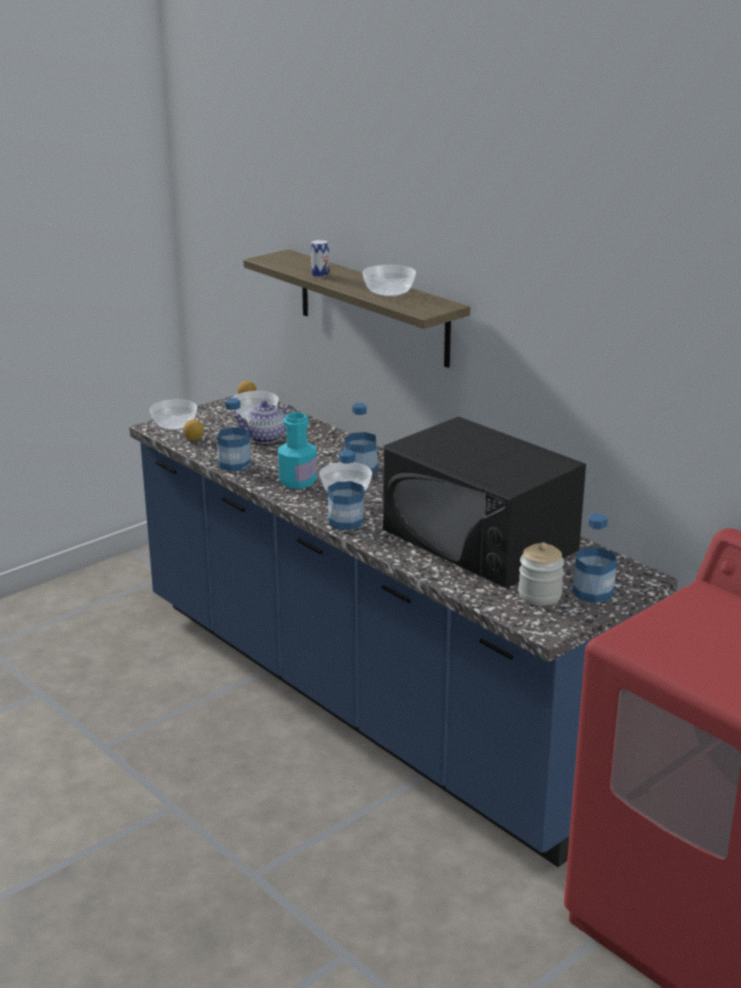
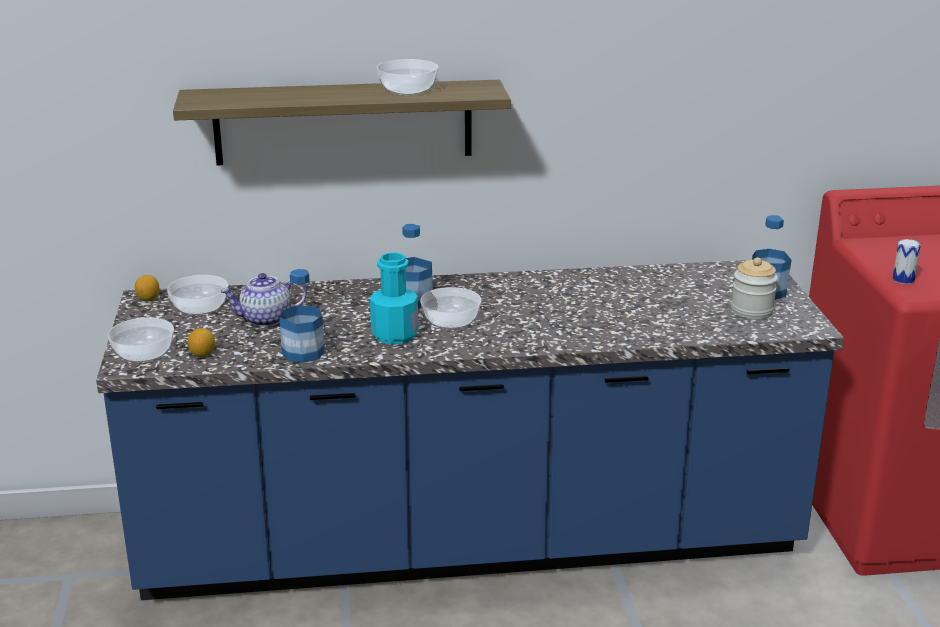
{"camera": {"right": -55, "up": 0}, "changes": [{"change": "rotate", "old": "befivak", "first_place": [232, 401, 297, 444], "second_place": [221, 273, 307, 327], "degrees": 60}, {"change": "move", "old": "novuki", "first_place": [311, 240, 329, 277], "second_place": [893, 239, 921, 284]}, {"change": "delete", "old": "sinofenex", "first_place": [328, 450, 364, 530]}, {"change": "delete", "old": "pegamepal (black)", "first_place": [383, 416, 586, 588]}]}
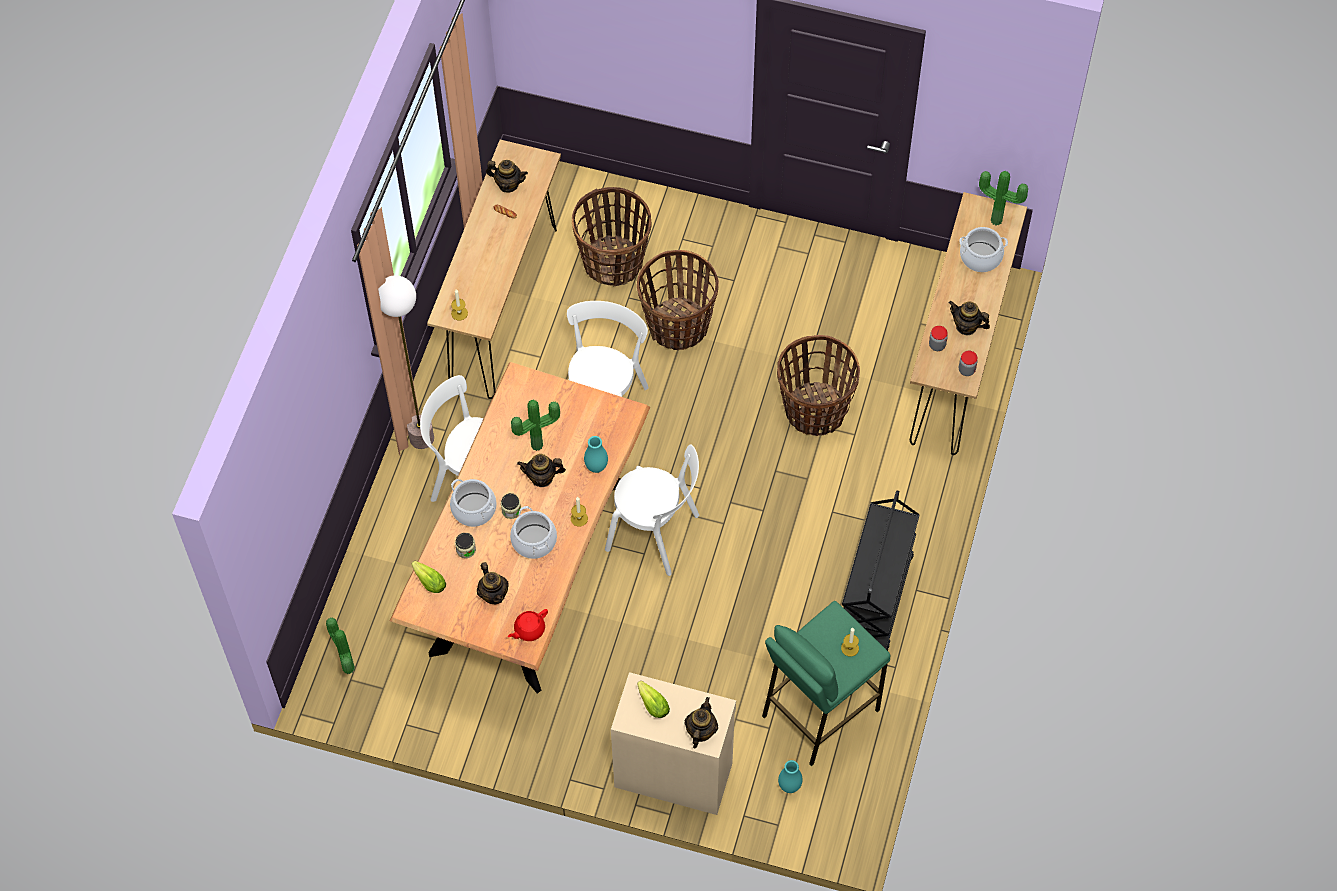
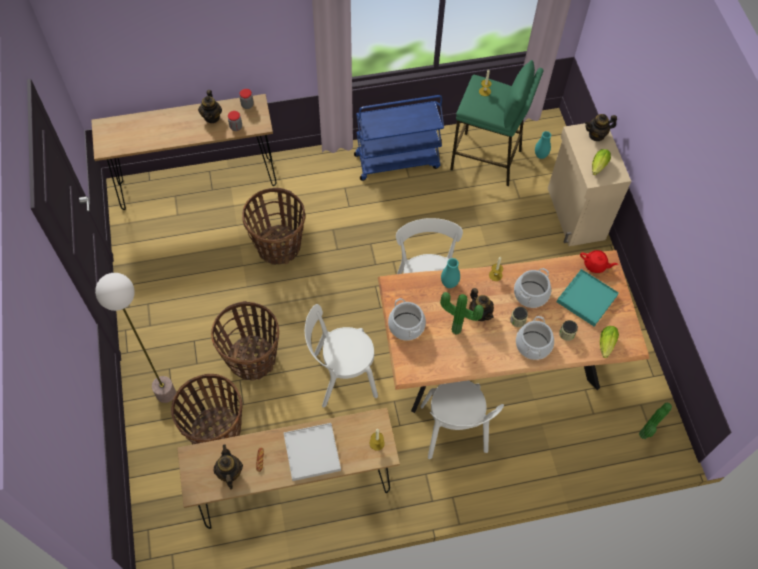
{"camera": {"right": -120, "up": 0}, "changes": [{"change": "move", "old": "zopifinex", "first_place": [378, 275, 434, 449], "second_place": [95, 273, 176, 403]}, {"change": "replace", "old": "befivak", "new": "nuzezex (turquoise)", "first_place": [477, 562, 509, 604], "second_place": [557, 269, 619, 326]}, {"change": "recolor", "old": "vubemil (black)", "new": "vubemil (blue)", "first_place": [842, 490, 920, 651], "second_place": [354, 95, 444, 181]}, {"change": "move", "old": "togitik", "first_place": [959, 227, 1008, 272], "second_place": [388, 298, 426, 341]}, {"change": "delete", "old": "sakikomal", "first_place": [979, 171, 1028, 225]}, {"change": "insert", "new": "nuzezex (white)", "second_place": [284, 423, 341, 481]}]}
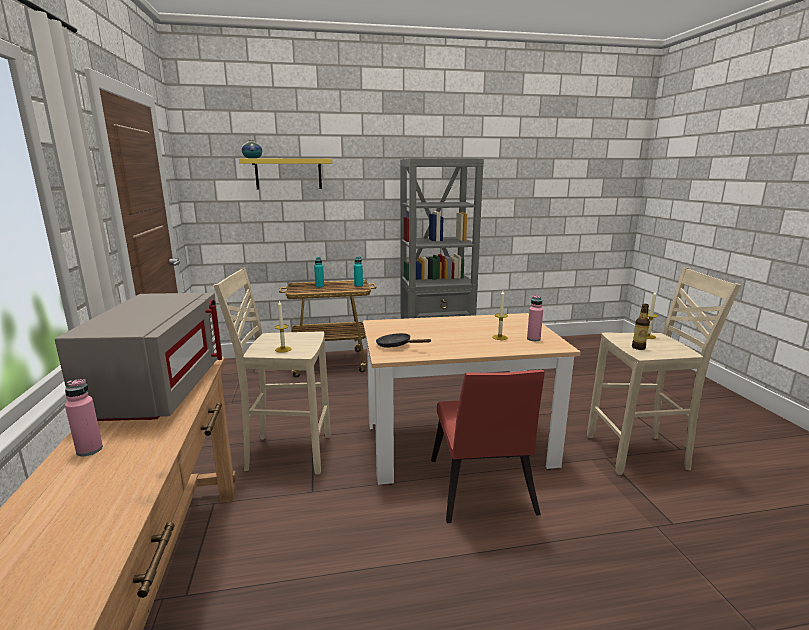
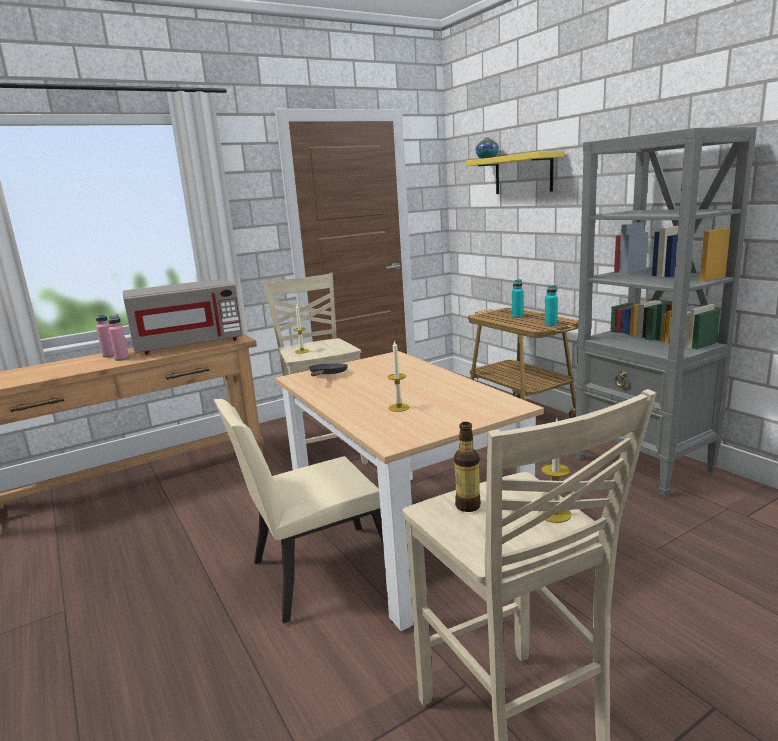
{"camera": {"right": 70, "up": 0}, "changes": [{"change": "recolor", "old": "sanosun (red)", "new": "sanosun (beige)", "first_place": [431, 369, 545, 523], "second_place": [214, 399, 383, 624]}, {"change": "move", "old": "sinofenex (pink)", "first_place": [527, 295, 543, 341], "second_place": [108, 314, 129, 361]}]}
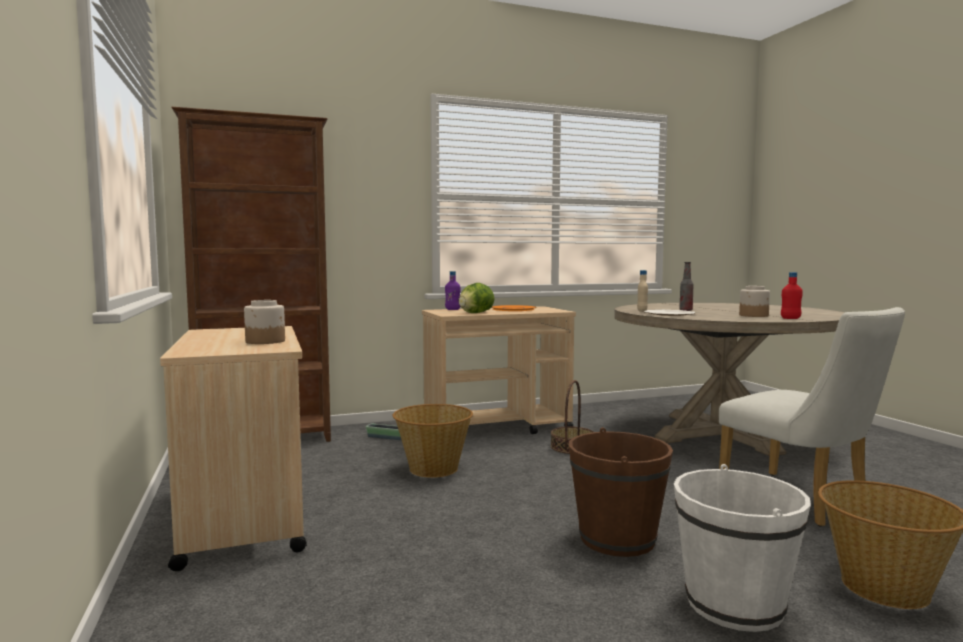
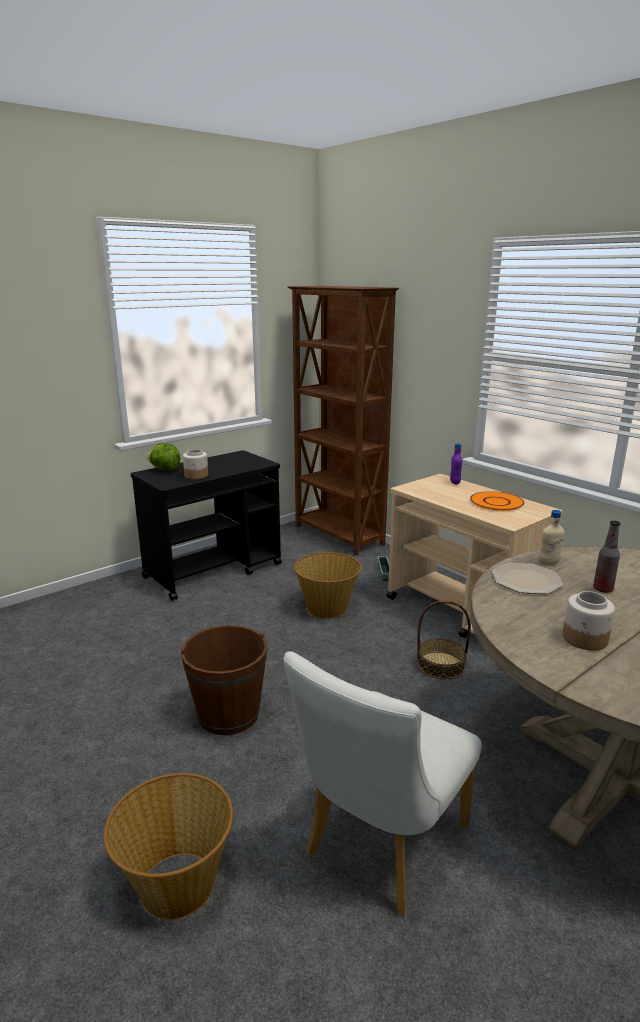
{"camera": {"right": 70, "up": 15}, "changes": [{"change": "recolor", "old": "vubemil (beige)", "new": "vubemil (black)", "first_place": [160, 326, 307, 571], "second_place": [130, 450, 282, 601]}, {"change": "move", "old": "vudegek", "first_place": [459, 283, 494, 313], "second_place": [147, 443, 181, 470]}, {"change": "delete", "old": "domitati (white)", "first_place": [674, 464, 811, 632]}, {"change": "delete", "old": "sinofenex (red)", "first_place": [781, 272, 803, 319]}]}
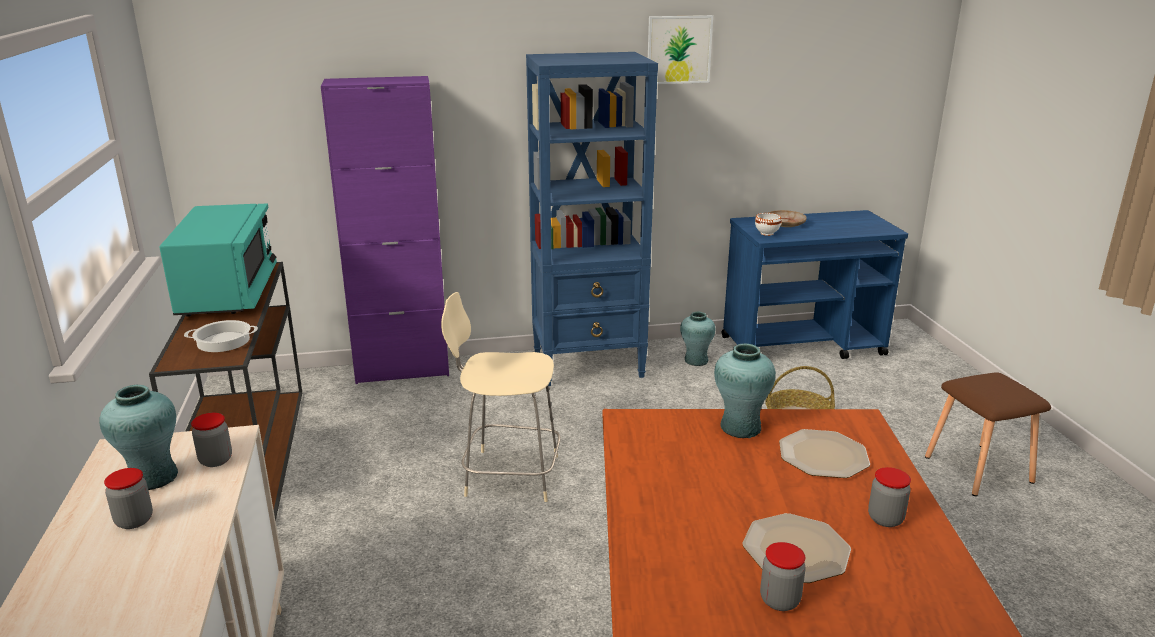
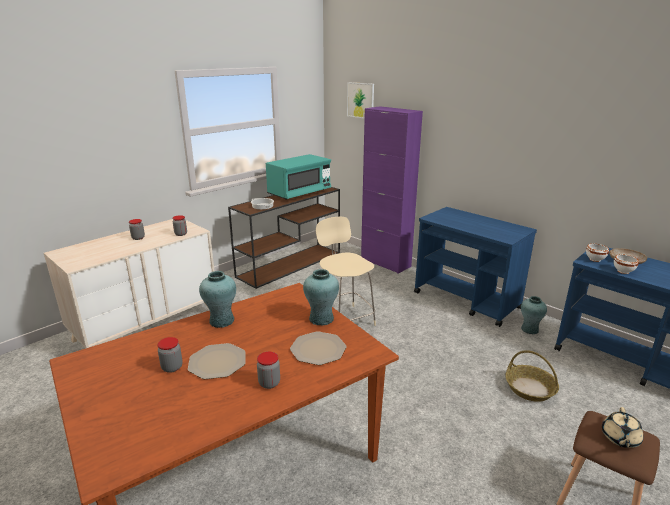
{"camera": {"right": 55, "up": 0}, "changes": [{"change": "move", "old": "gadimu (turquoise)", "first_place": [99, 385, 178, 490], "second_place": [199, 271, 236, 328]}, {"change": "replace", "old": "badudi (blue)", "new": "vubemil (blue)", "first_place": [526, 52, 658, 386], "second_place": [414, 207, 537, 327]}, {"change": "move", "old": "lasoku", "first_place": [648, 15, 713, 84], "second_place": [347, 82, 374, 119]}, {"change": "insert", "new": "befivak (beige)", "second_place": [602, 407, 643, 448]}, {"change": "insert", "new": "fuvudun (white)", "second_place": [614, 254, 639, 274]}]}
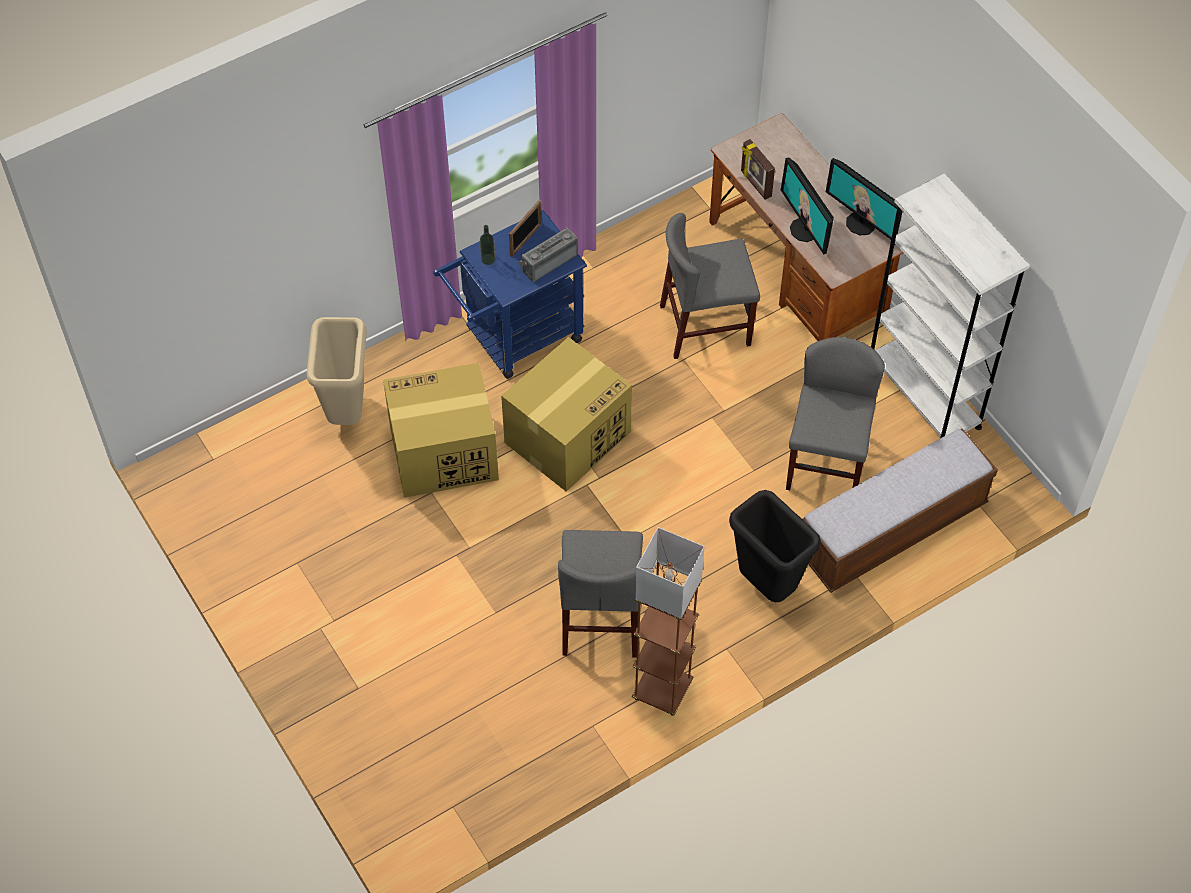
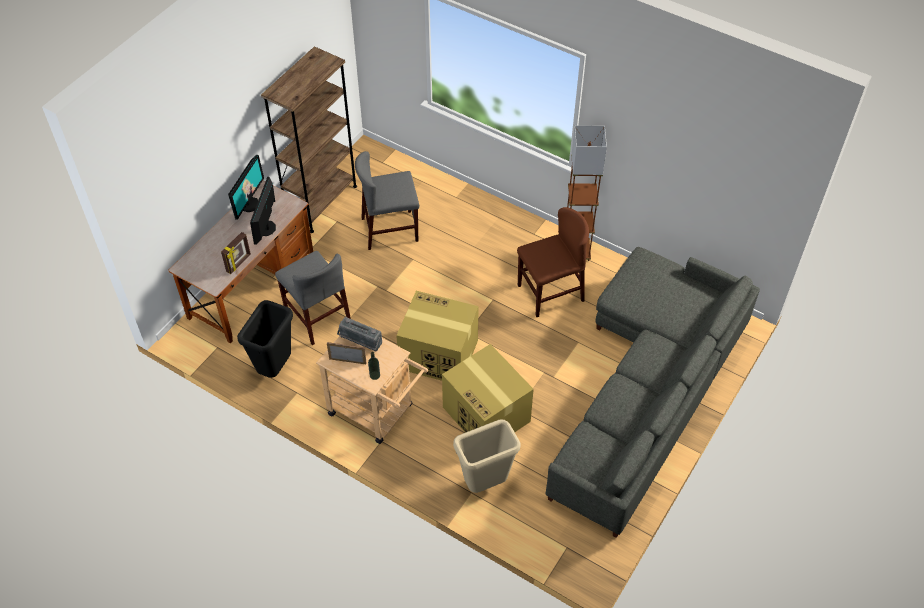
{"camera": {"right": -115, "up": -5}, "changes": [{"change": "recolor", "old": "vubemil (blue)", "new": "vubemil (beige)", "first_place": [433, 210, 587, 379], "second_place": [316, 336, 428, 444]}, {"change": "recolor", "old": "sanosun (grey)", "new": "sanosun (brown)", "first_place": [558, 530, 643, 658], "second_place": [517, 207, 589, 317]}, {"change": "move", "old": "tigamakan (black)", "first_place": [729, 490, 821, 602], "second_place": [237, 300, 293, 378]}, {"change": "rotate", "old": "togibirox", "first_place": [781, 157, 834, 254], "second_place": [250, 177, 276, 245], "degrees": 150}, {"change": "delete", "old": "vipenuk", "first_place": [803, 429, 998, 593]}, {"change": "recolor", "old": "badudi (white)", "new": "badudi (brown)", "first_place": [871, 173, 1030, 438], "second_place": [261, 46, 357, 233]}, {"change": "insert", "new": "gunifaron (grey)", "second_place": [545, 247, 760, 538]}]}
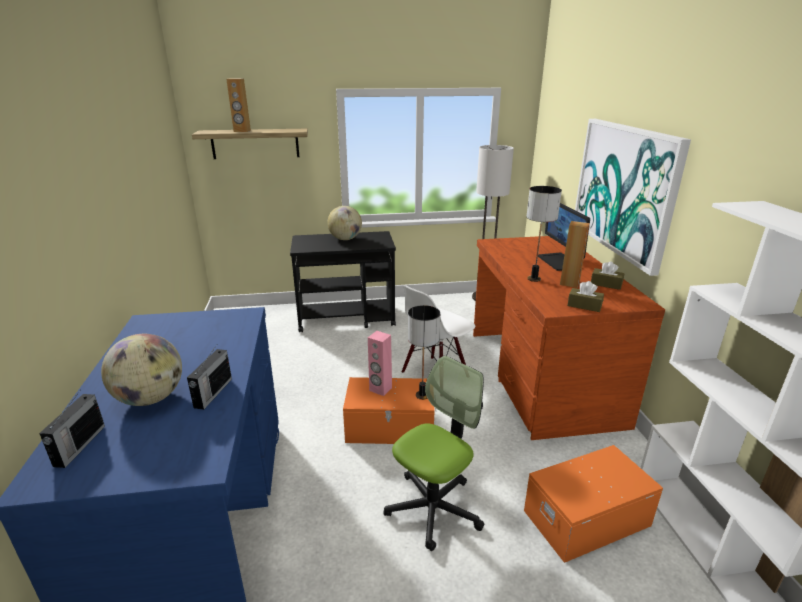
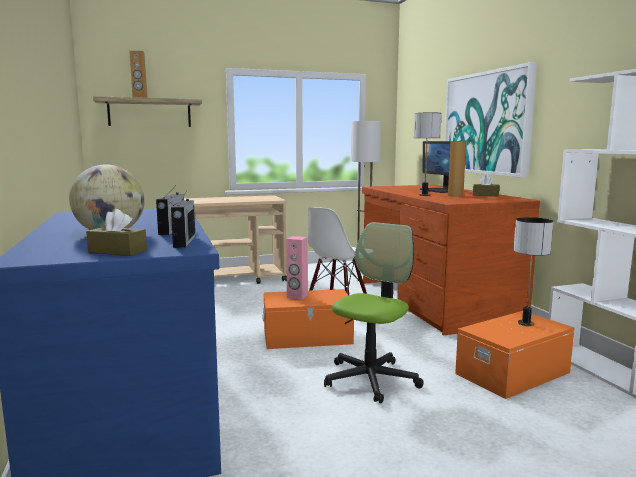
{"camera": {"right": -10, "up": -15}, "changes": [{"change": "move", "old": "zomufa", "first_place": [39, 389, 105, 468], "second_place": [171, 190, 195, 248]}, {"change": "recolor", "old": "vubemil (black)", "new": "vubemil (beige)", "first_place": [290, 231, 396, 333], "second_place": [184, 195, 287, 284]}, {"change": "delete", "old": "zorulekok", "first_place": [327, 206, 362, 240]}, {"change": "move", "old": "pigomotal", "first_place": [408, 305, 440, 400], "second_place": [514, 217, 553, 326]}, {"change": "move", "old": "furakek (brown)", "first_place": [567, 281, 604, 312], "second_place": [86, 209, 147, 256]}]}
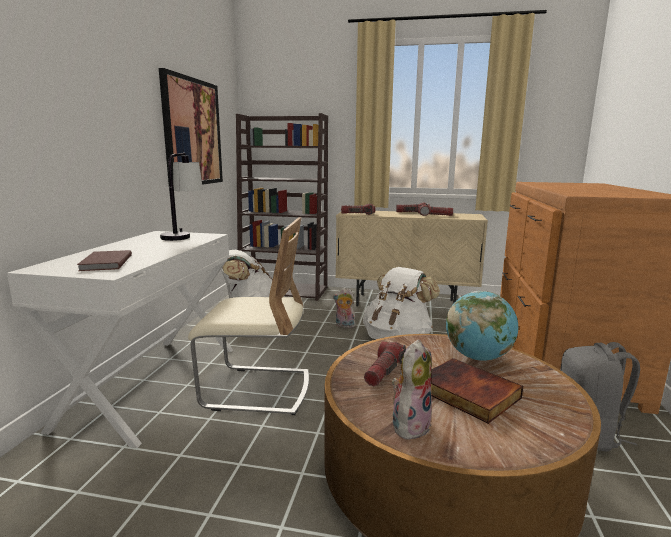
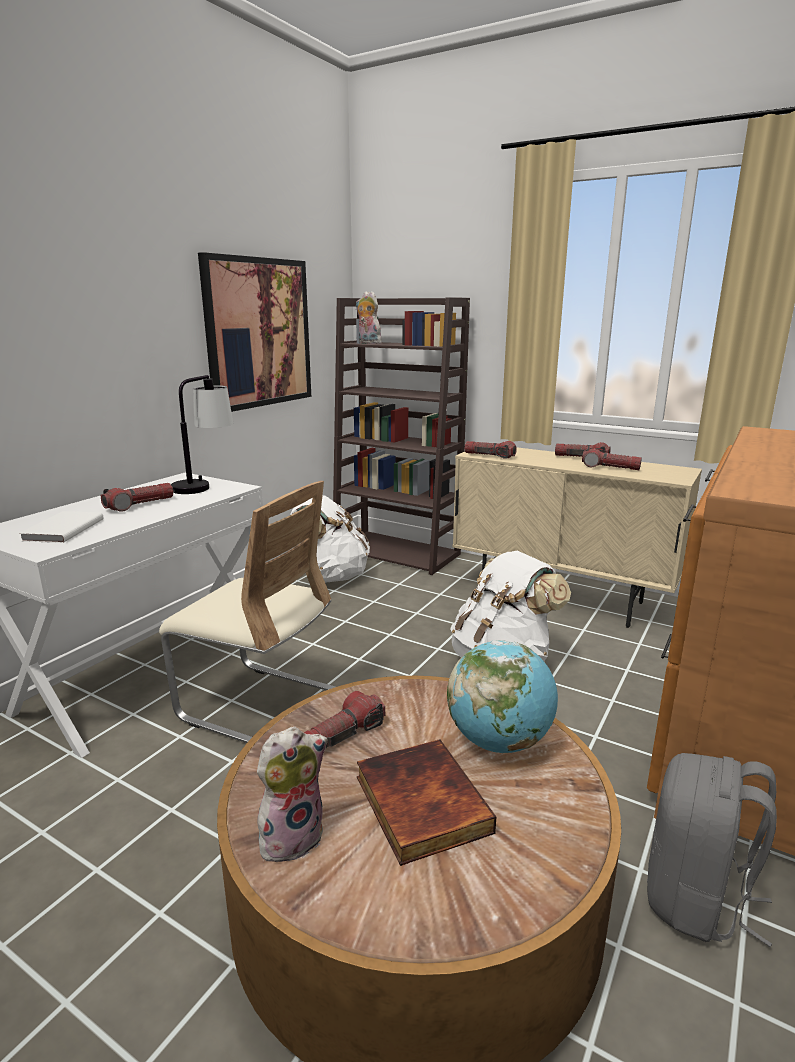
{"camera": {"right": 20, "up": 5}, "changes": [{"change": "recolor", "old": "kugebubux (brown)", "new": "kugebubux (white)", "first_place": [77, 250, 132, 271], "second_place": [19, 511, 104, 543]}, {"change": "move", "old": "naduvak", "first_place": [333, 288, 357, 328], "second_place": [356, 291, 381, 344]}, {"change": "insert", "new": "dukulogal", "second_place": [101, 483, 173, 512]}]}
